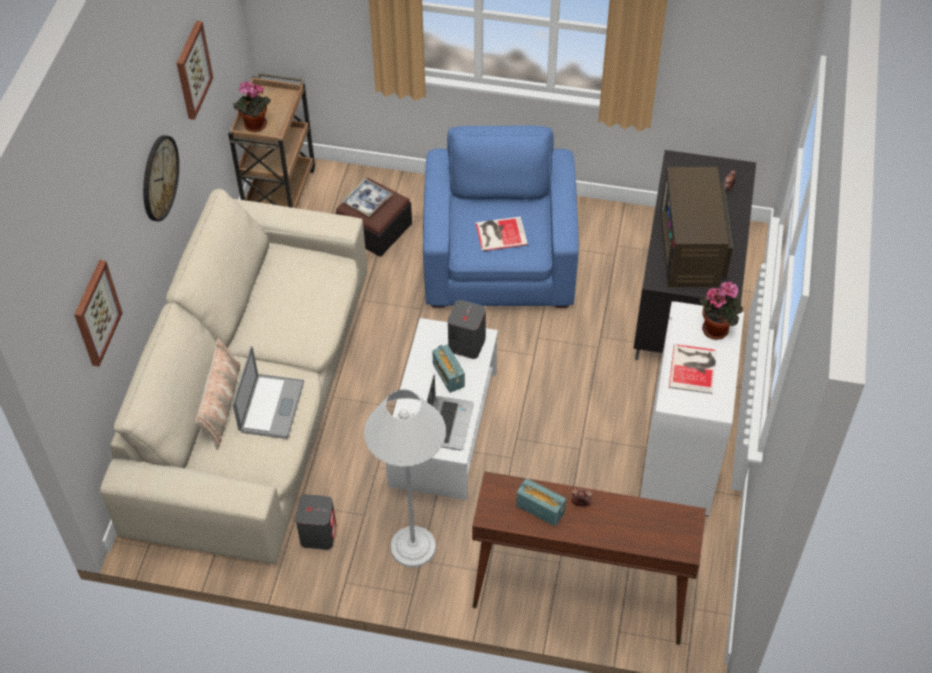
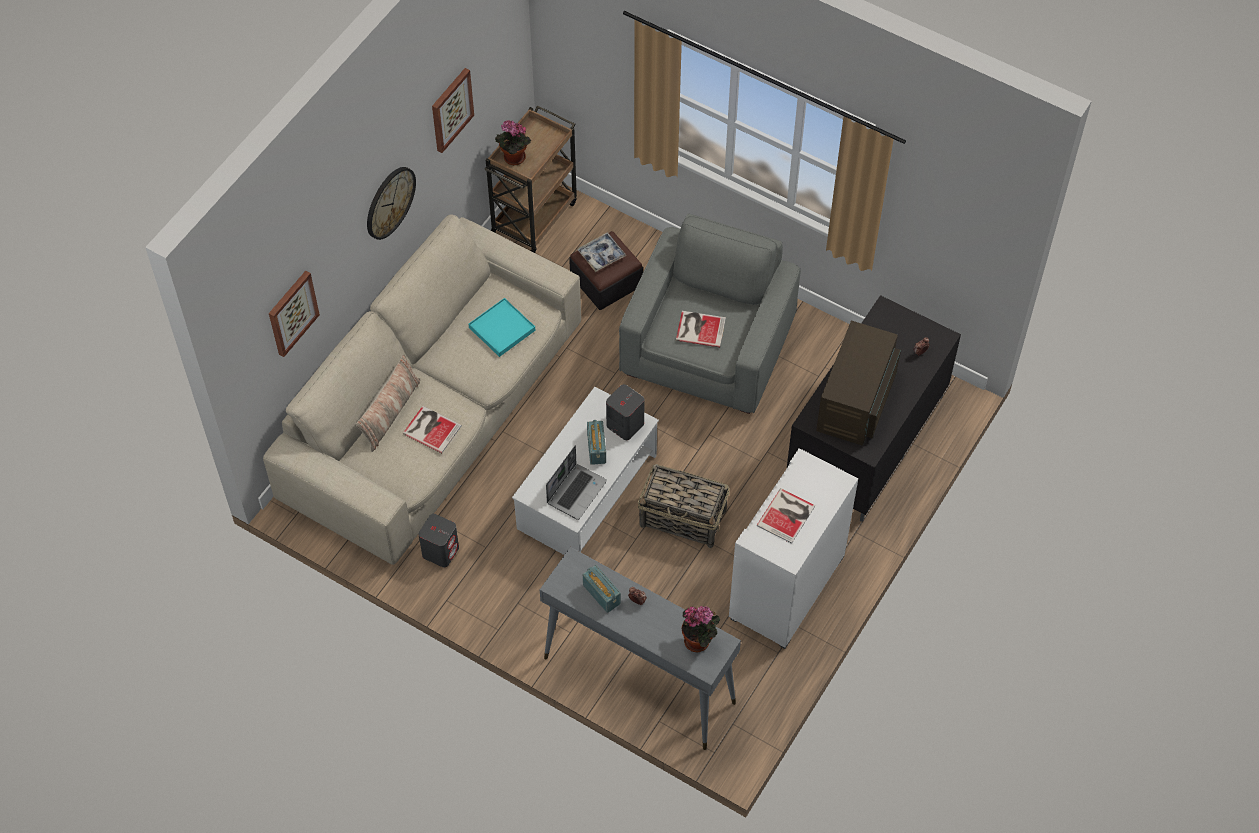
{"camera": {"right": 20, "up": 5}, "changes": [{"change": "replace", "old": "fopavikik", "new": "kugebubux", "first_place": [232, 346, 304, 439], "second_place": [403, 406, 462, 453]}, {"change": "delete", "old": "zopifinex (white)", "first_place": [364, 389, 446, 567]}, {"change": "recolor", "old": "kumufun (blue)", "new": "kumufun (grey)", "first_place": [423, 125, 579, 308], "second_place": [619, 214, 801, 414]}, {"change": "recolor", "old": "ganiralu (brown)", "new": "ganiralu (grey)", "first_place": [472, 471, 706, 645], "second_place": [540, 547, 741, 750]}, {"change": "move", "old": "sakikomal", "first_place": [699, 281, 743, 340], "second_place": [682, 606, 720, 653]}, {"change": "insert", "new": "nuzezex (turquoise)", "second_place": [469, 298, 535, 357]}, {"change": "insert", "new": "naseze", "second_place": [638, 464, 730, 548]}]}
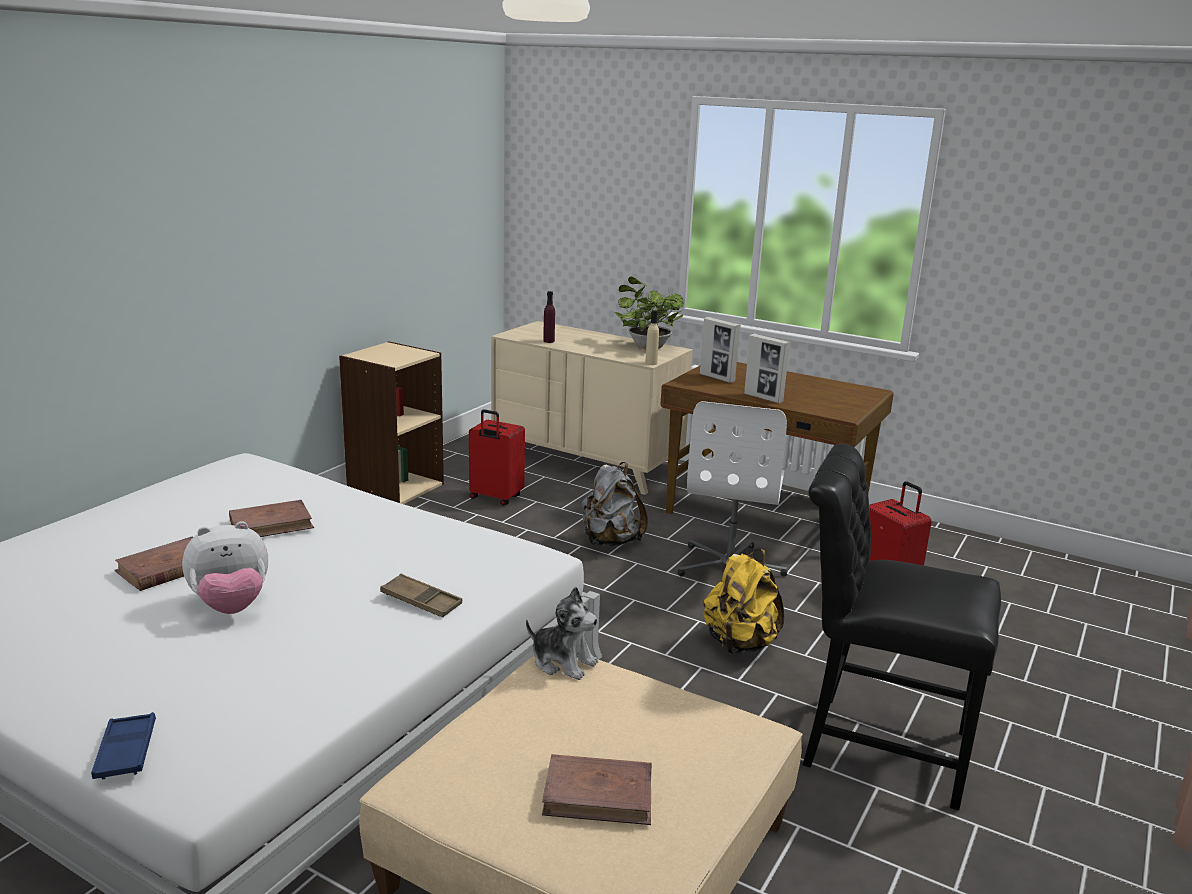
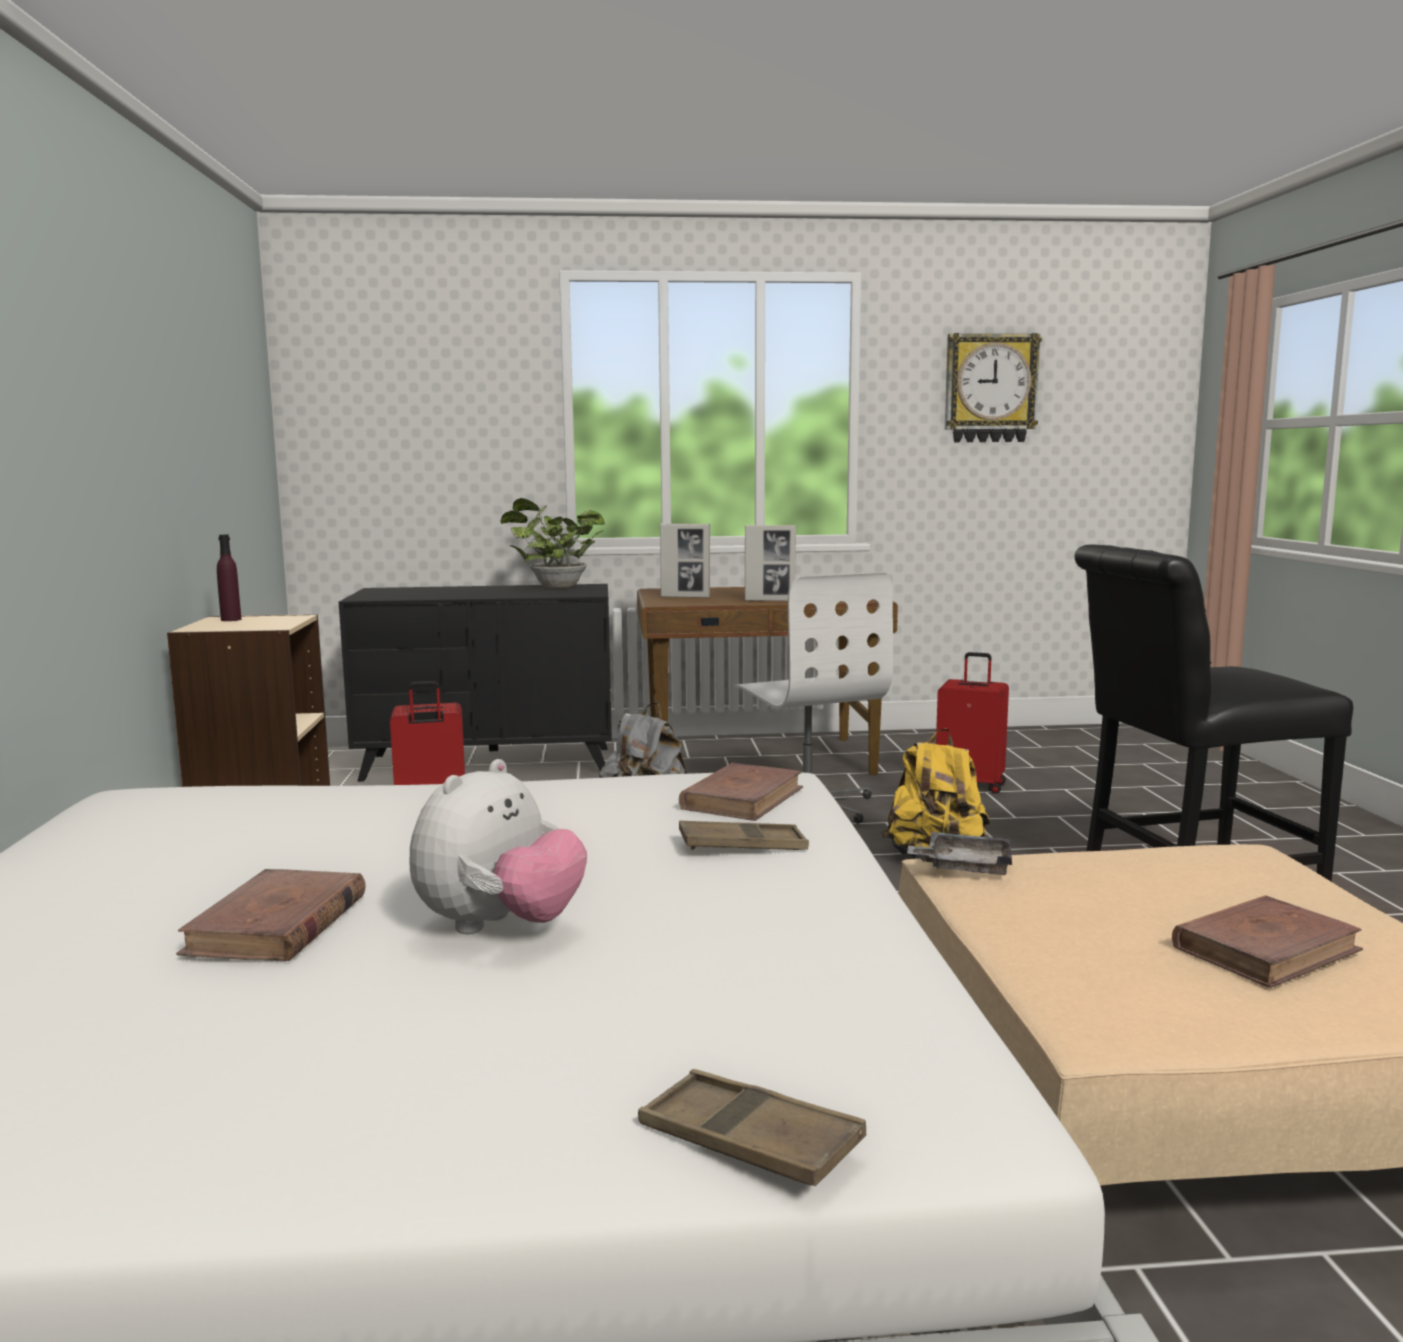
{"camera": {"right": -35, "up": -10}, "changes": [{"change": "recolor", "old": "nuzezex (blue)", "new": "nuzezex (brown)", "first_place": [91, 712, 156, 779], "second_place": [638, 1069, 866, 1186]}, {"change": "move", "old": "kugebubux (brown)", "first_place": [229, 500, 314, 537], "second_place": [679, 763, 803, 821]}, {"change": "recolor", "old": "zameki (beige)", "new": "zameki (black)", "first_place": [491, 321, 693, 495], "second_place": [339, 584, 612, 782]}, {"change": "replace", "old": "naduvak", "new": "nuzezex (grey)", "first_place": [526, 586, 598, 680], "second_place": [907, 832, 1012, 875]}, {"change": "move", "old": "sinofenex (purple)", "first_place": [543, 291, 555, 343], "second_place": [217, 534, 241, 621]}, {"change": "delete", "old": "sinofenex (beige)", "first_place": [645, 310, 659, 365]}, {"change": "insert", "new": "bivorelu", "second_place": [945, 333, 1042, 442]}]}
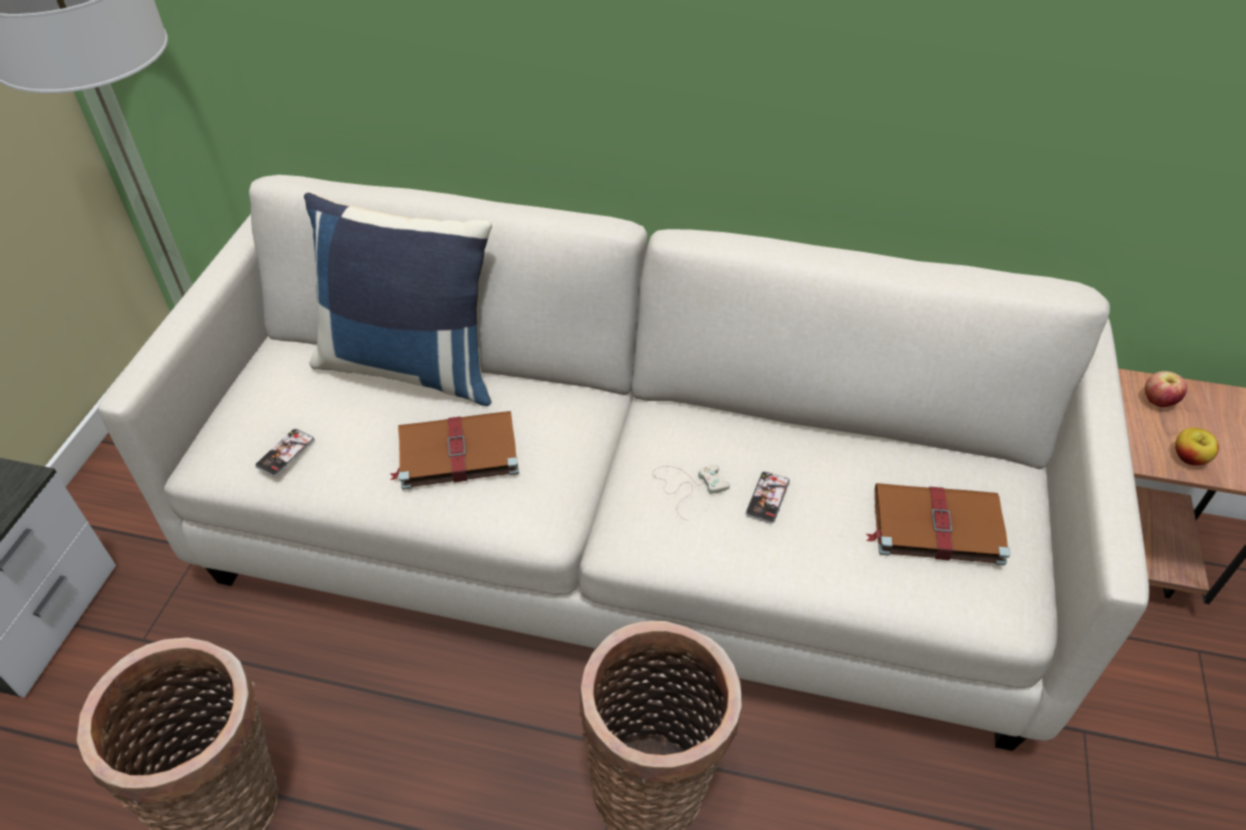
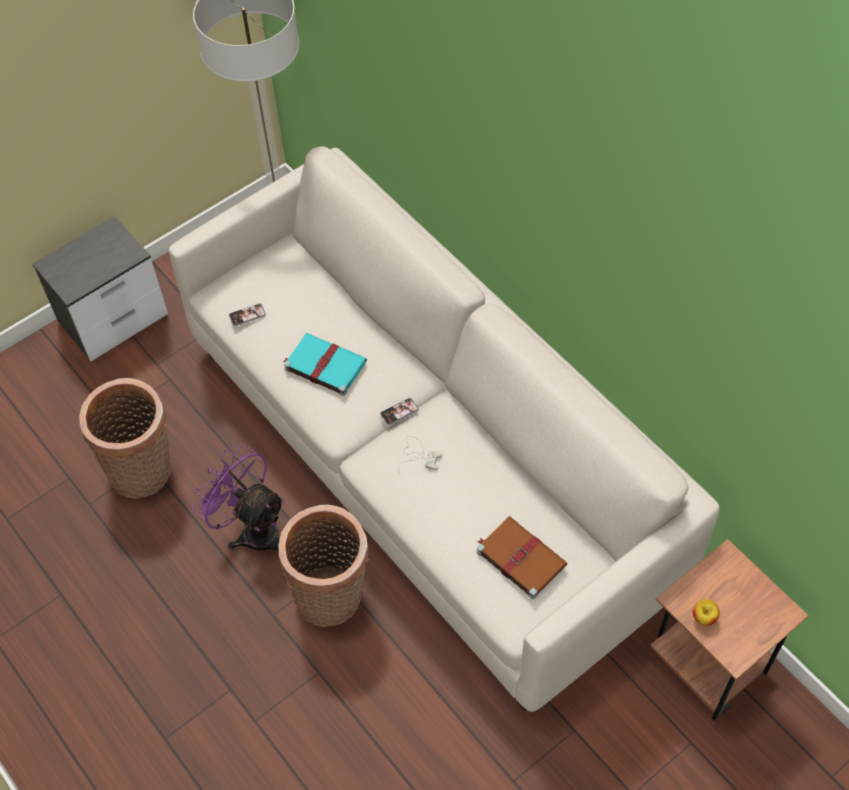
{"camera": {"right": 40, "up": 10}, "changes": [{"change": "delete", "old": "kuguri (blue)", "first_place": [304, 192, 492, 406]}, {"change": "recolor", "old": "kugebubux (brown)", "new": "kugebubux (turquoise)", "first_place": [390, 411, 519, 490], "second_place": [284, 333, 367, 396]}, {"change": "move", "old": "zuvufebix", "first_place": [745, 471, 790, 524], "second_place": [380, 398, 419, 425]}, {"change": "delete", "old": "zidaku", "first_place": [1145, 371, 1187, 407]}, {"change": "insert", "new": "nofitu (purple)", "second_place": [192, 444, 285, 551]}]}
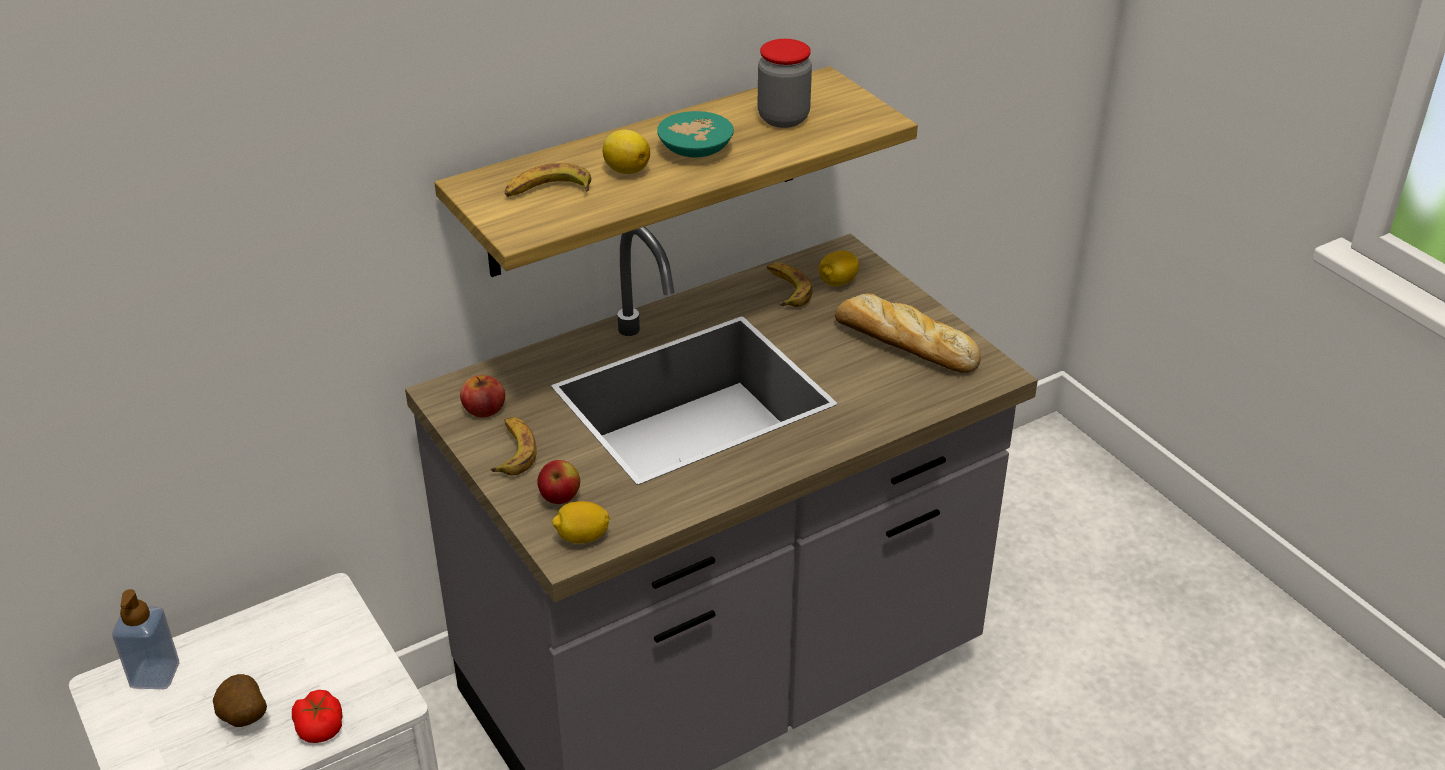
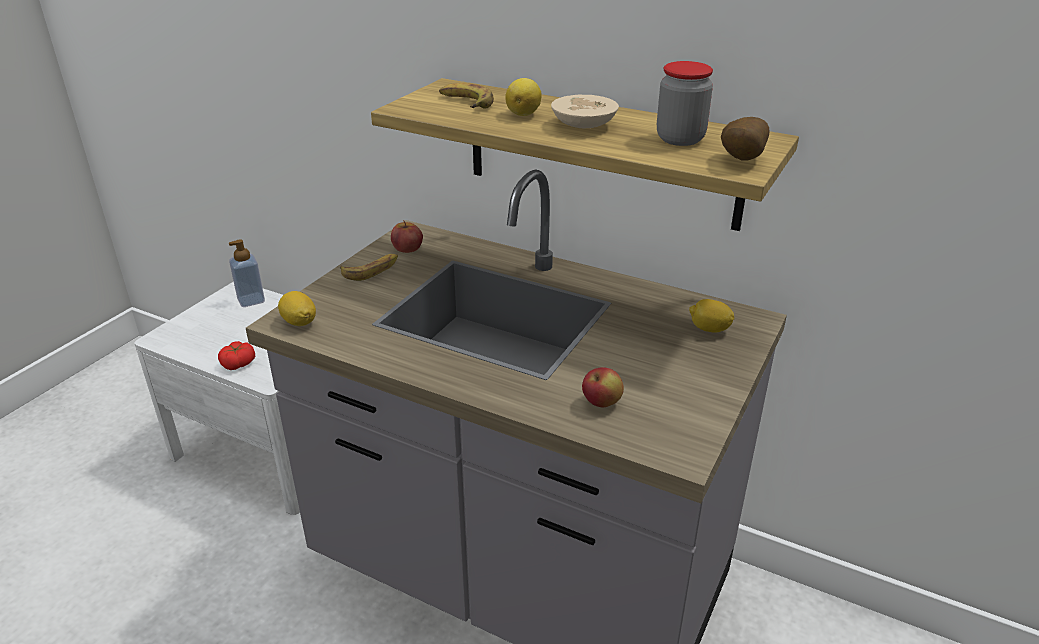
{"camera": {"right": 60, "up": -5}, "changes": [{"change": "move", "old": "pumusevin", "first_place": [213, 674, 267, 727], "second_place": [721, 117, 769, 161]}, {"change": "move", "old": "zidaku", "first_place": [537, 460, 580, 504], "second_place": [582, 367, 624, 407]}, {"change": "recolor", "old": "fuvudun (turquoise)", "new": "fuvudun (beige)", "first_place": [657, 111, 734, 157], "second_place": [551, 95, 619, 128]}, {"change": "delete", "old": "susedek", "first_place": [767, 263, 812, 307]}, {"change": "delete", "old": "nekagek", "first_place": [835, 293, 981, 373]}]}
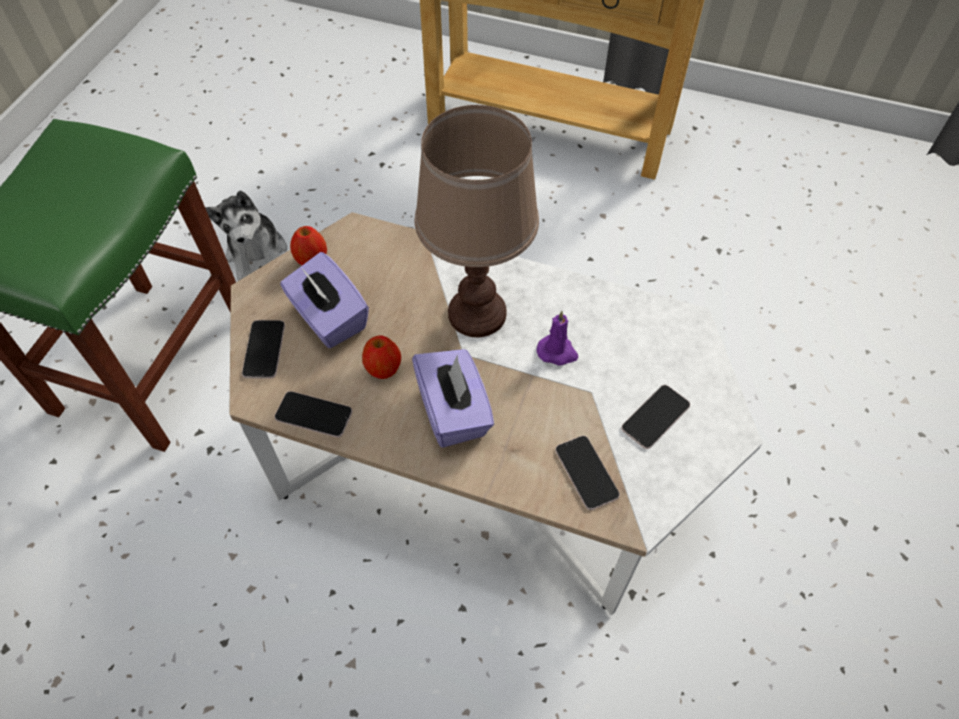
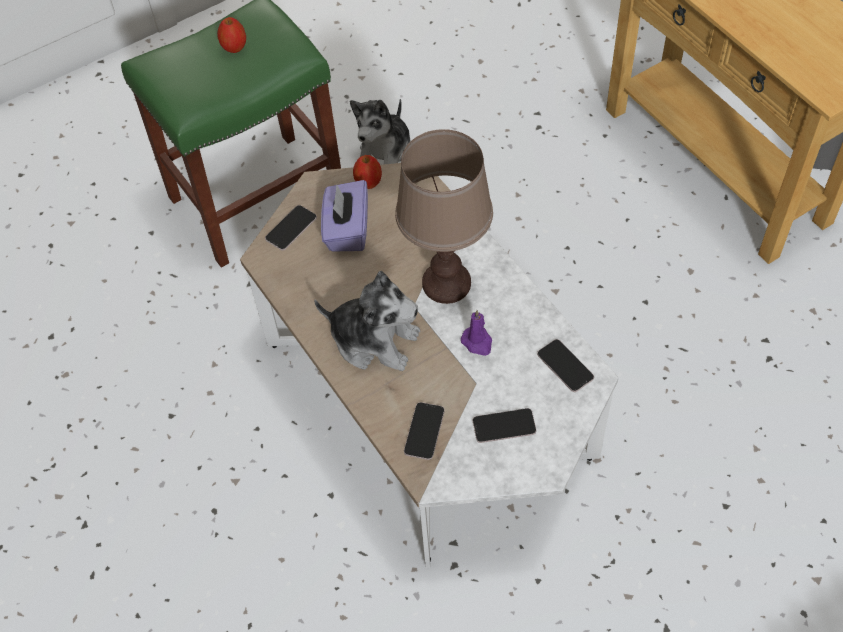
{"camera": {"right": 40, "up": 0}, "changes": [{"change": "move", "old": "zuvufebix", "first_place": [274, 391, 353, 438], "second_place": [537, 339, 594, 392]}, {"change": "move", "old": "zidaku", "first_place": [362, 336, 401, 379], "second_place": [217, 17, 246, 53]}, {"change": "replace", "old": "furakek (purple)", "new": "naduvak", "first_place": [412, 349, 494, 448], "second_place": [314, 271, 421, 371]}]}
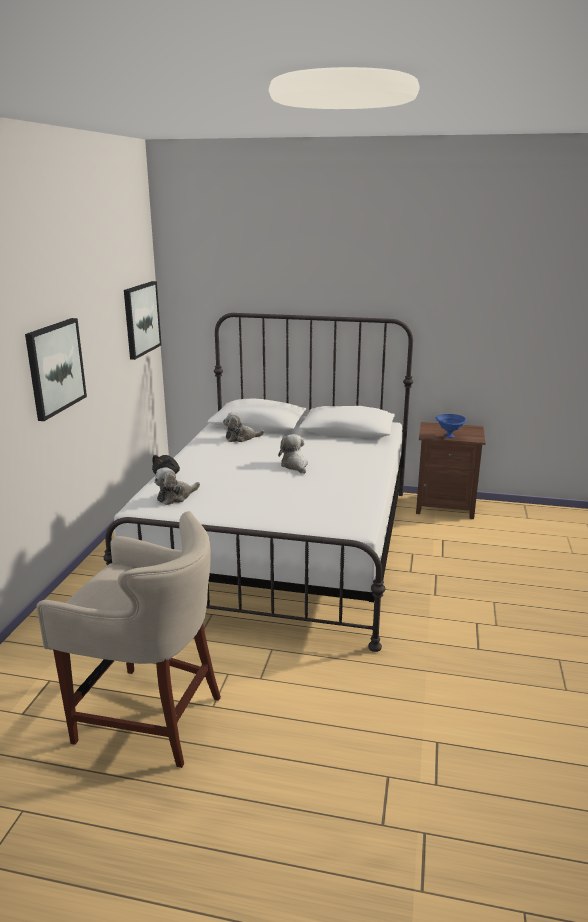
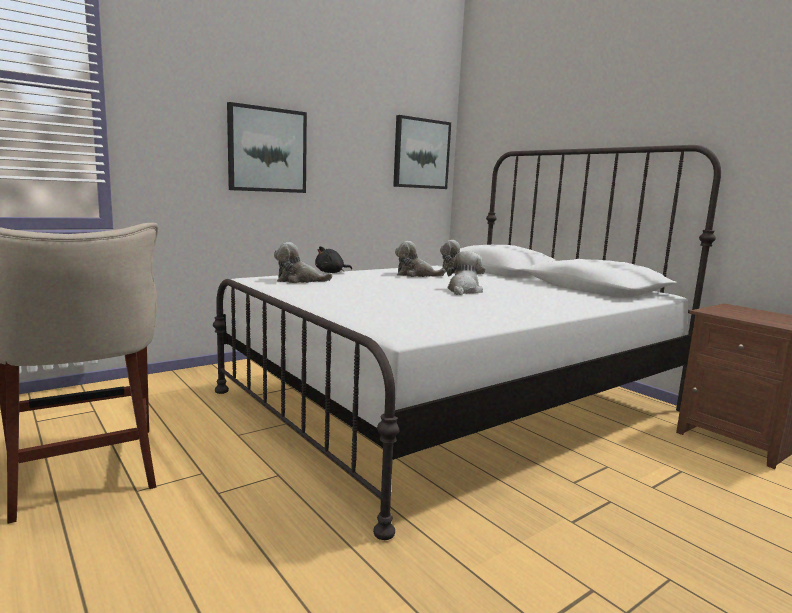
{"camera": {"right": 40, "up": -10}, "changes": [{"change": "delete", "old": "fuvudun (blue)", "first_place": [436, 414, 467, 438]}, {"change": "insert", "new": "naduvak", "second_place": [395, 241, 446, 277]}]}
